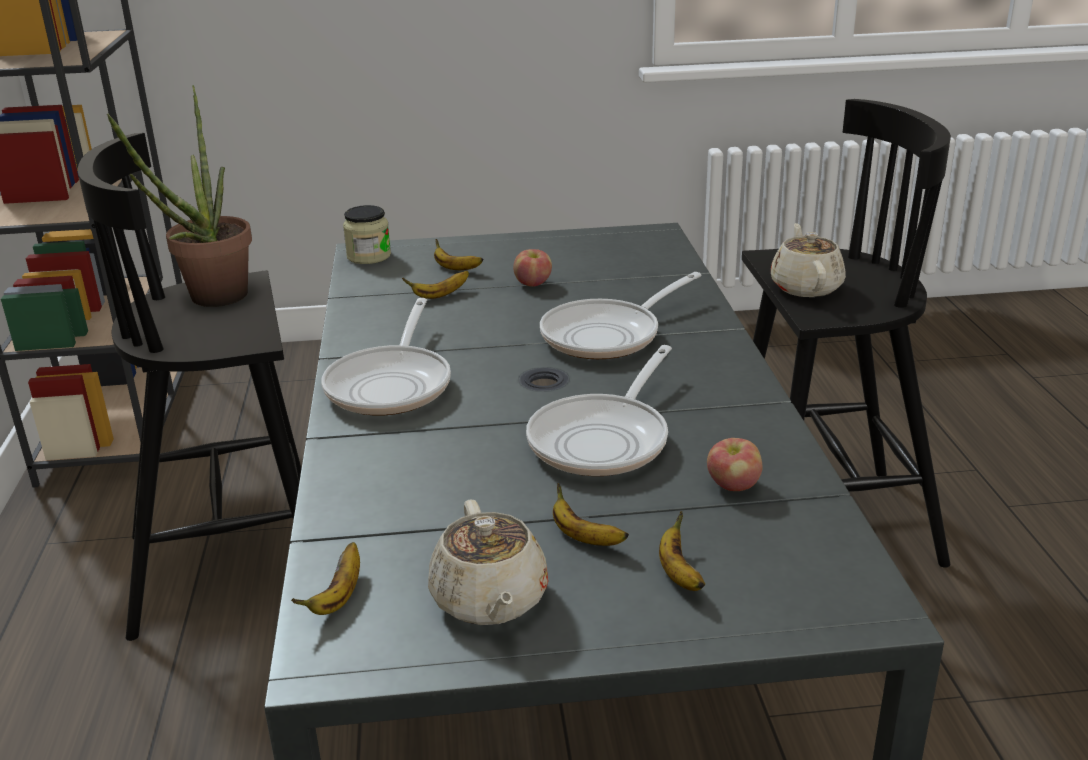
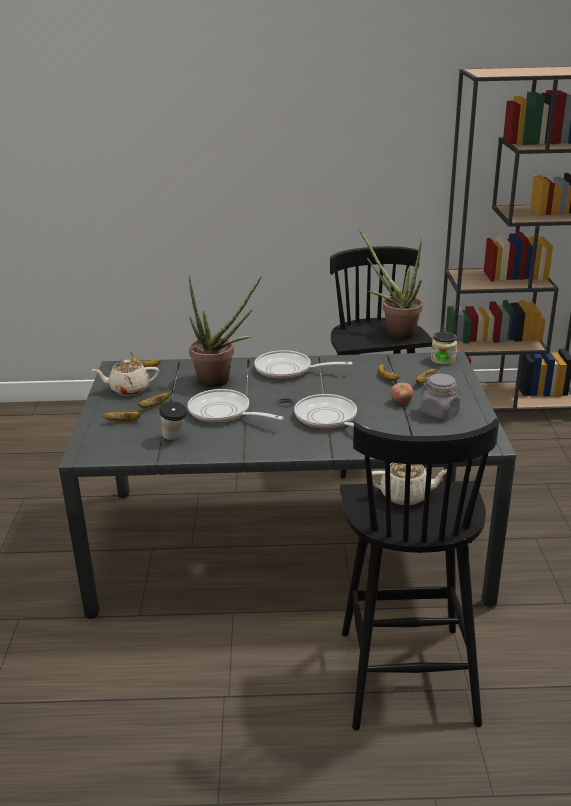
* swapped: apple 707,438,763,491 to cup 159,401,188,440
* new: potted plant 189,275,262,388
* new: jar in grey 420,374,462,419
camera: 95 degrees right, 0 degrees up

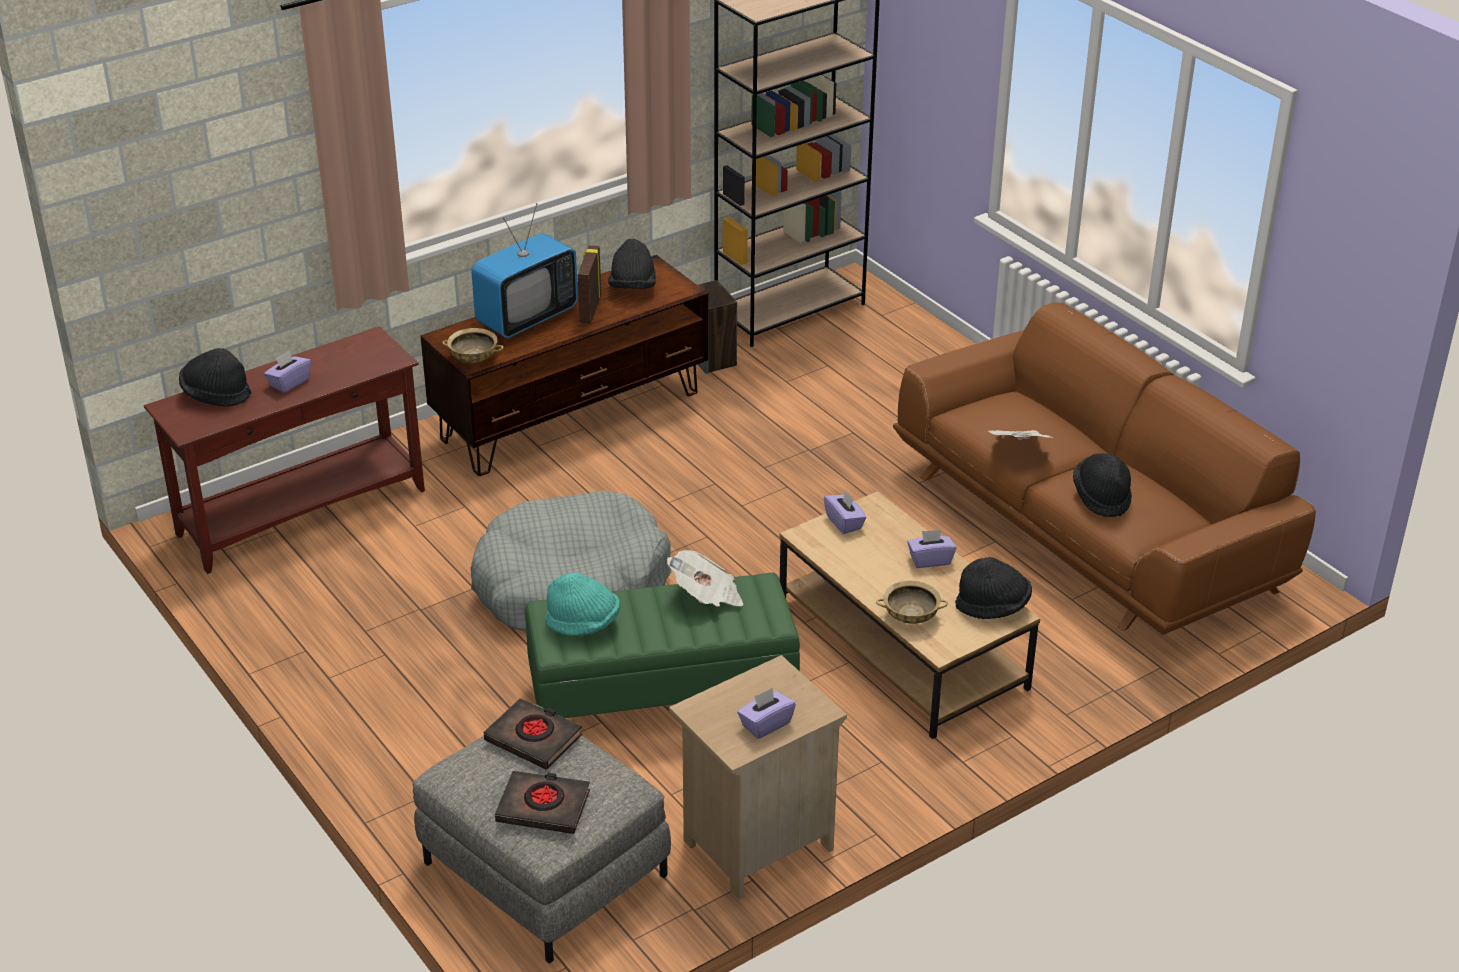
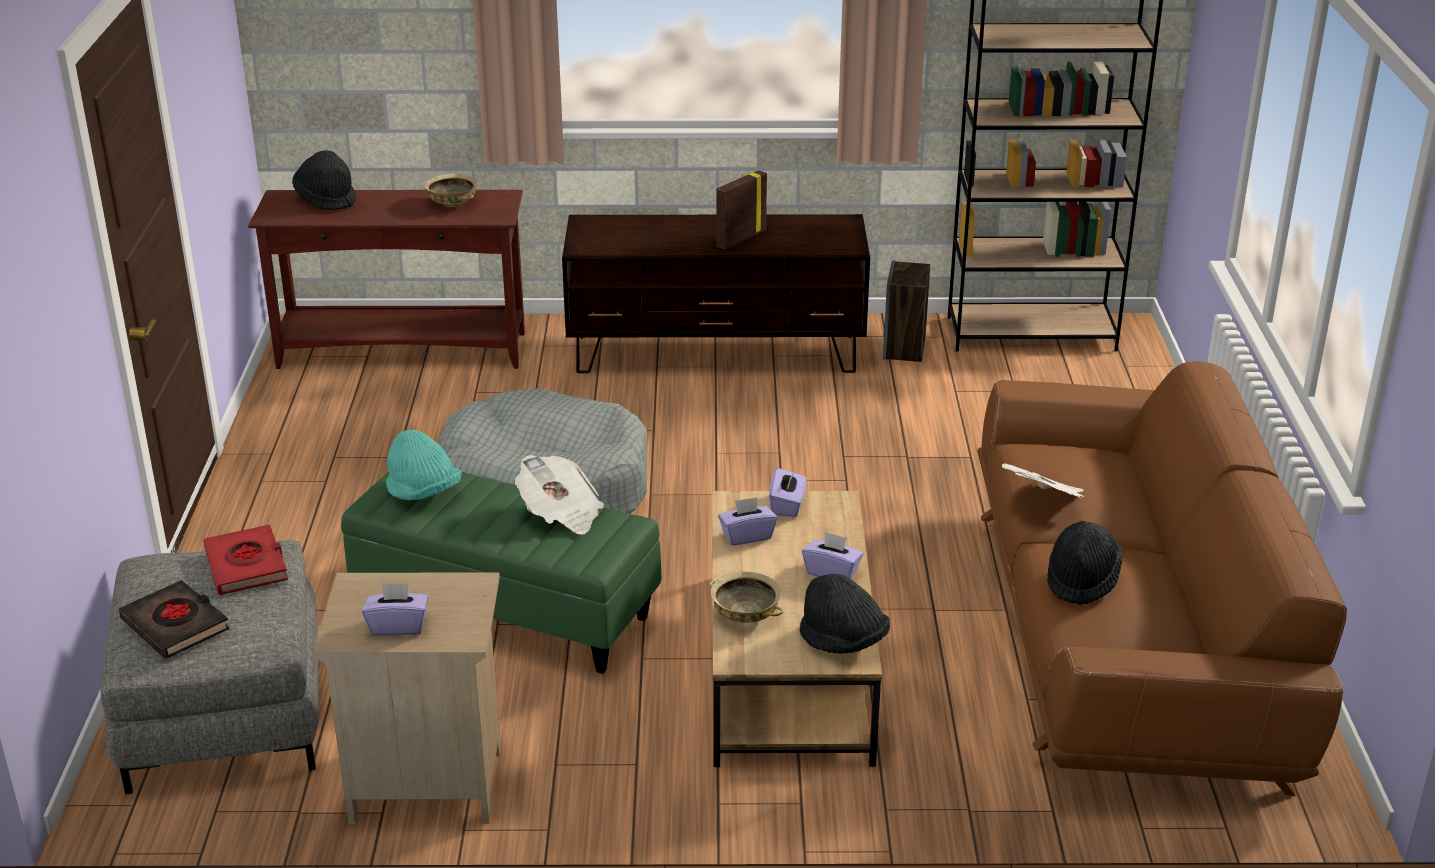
* shifted: tissue box in purple 264,351,311,393 to 718,497,777,546
* shifted: bowl in beige 442,328,504,363 to 424,174,477,207
* gone: television 471,203,578,338
* repainted: book in black 484,699,582,770 to book in red 203,525,288,595
* gone: hat in black 608,238,656,289
camera: 35 degrees right, 5 degrees down

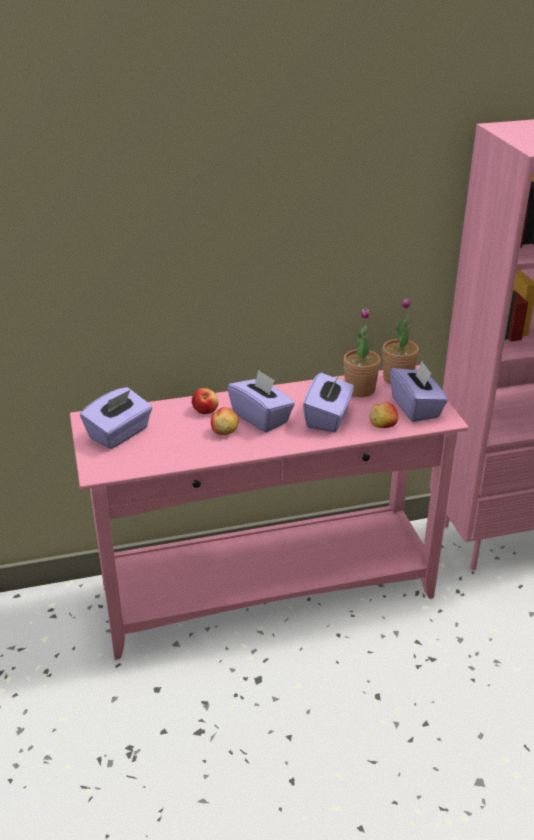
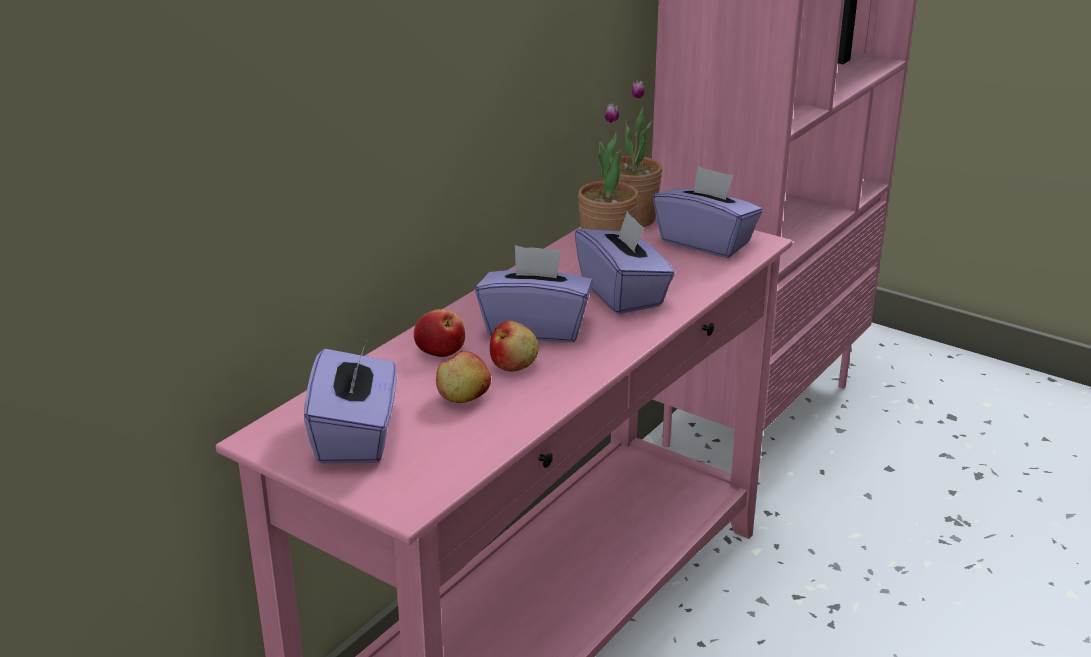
* shifted: apple 370,402,398,428 to 436,351,491,403
camera: 40 degrees left, 5 degrees down

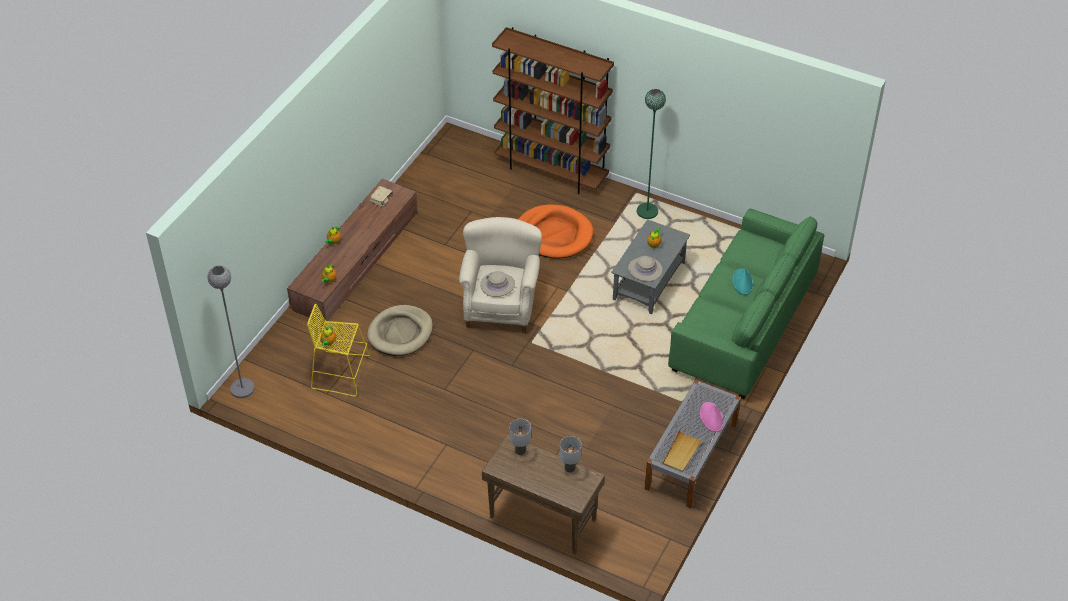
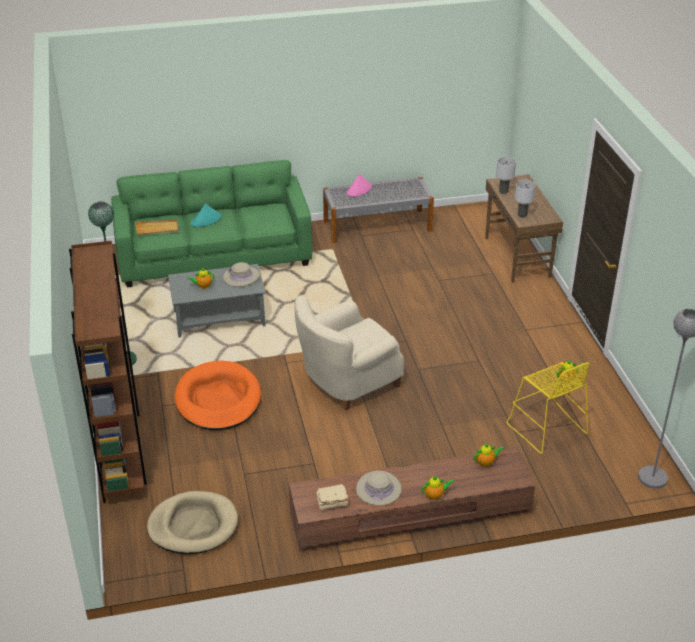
* shifted: dog bed in beige 367,305,433,356 to 147,491,238,554
* shifted: hat in beige 480,271,515,297 to 356,471,402,506
* shifted: tray in beige 663,430,703,472 to 135,219,179,235
camera: 130 degrees left, 10 degrees down

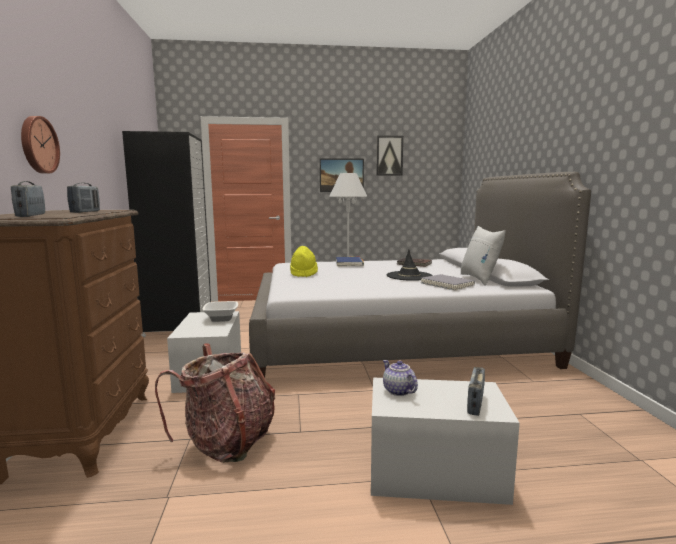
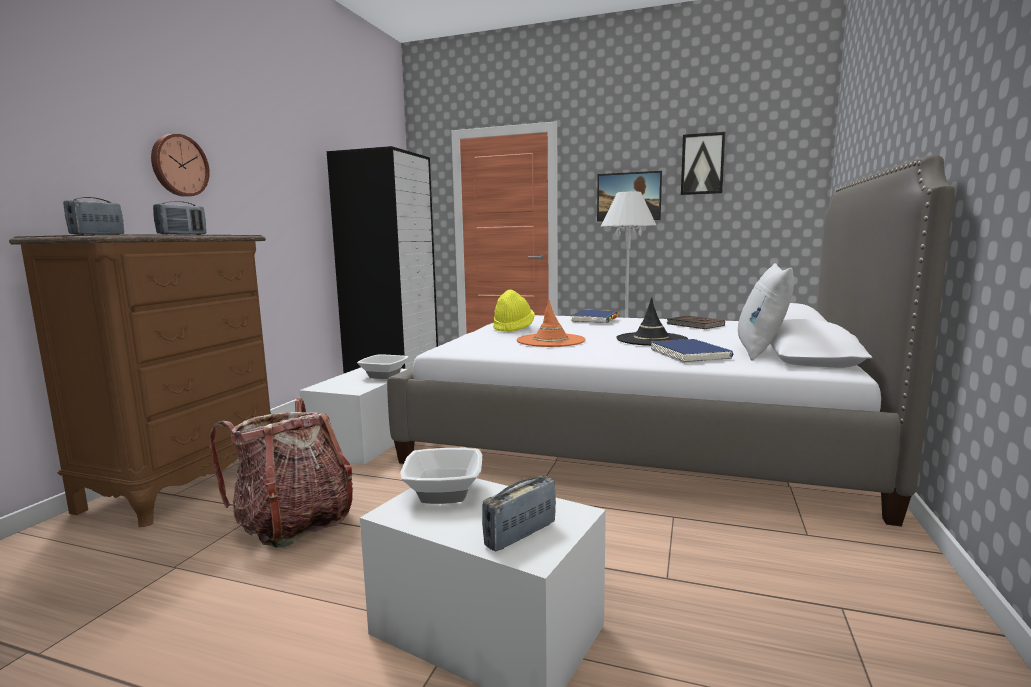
* swapped: teapot 383,360,418,396 to bowl 400,448,482,504
* repainted: book in grey 421,274,475,291 to book in blue 650,339,733,363
* new: hat in orange 517,300,586,347
camera: 25 degrees right, 0 degrees up

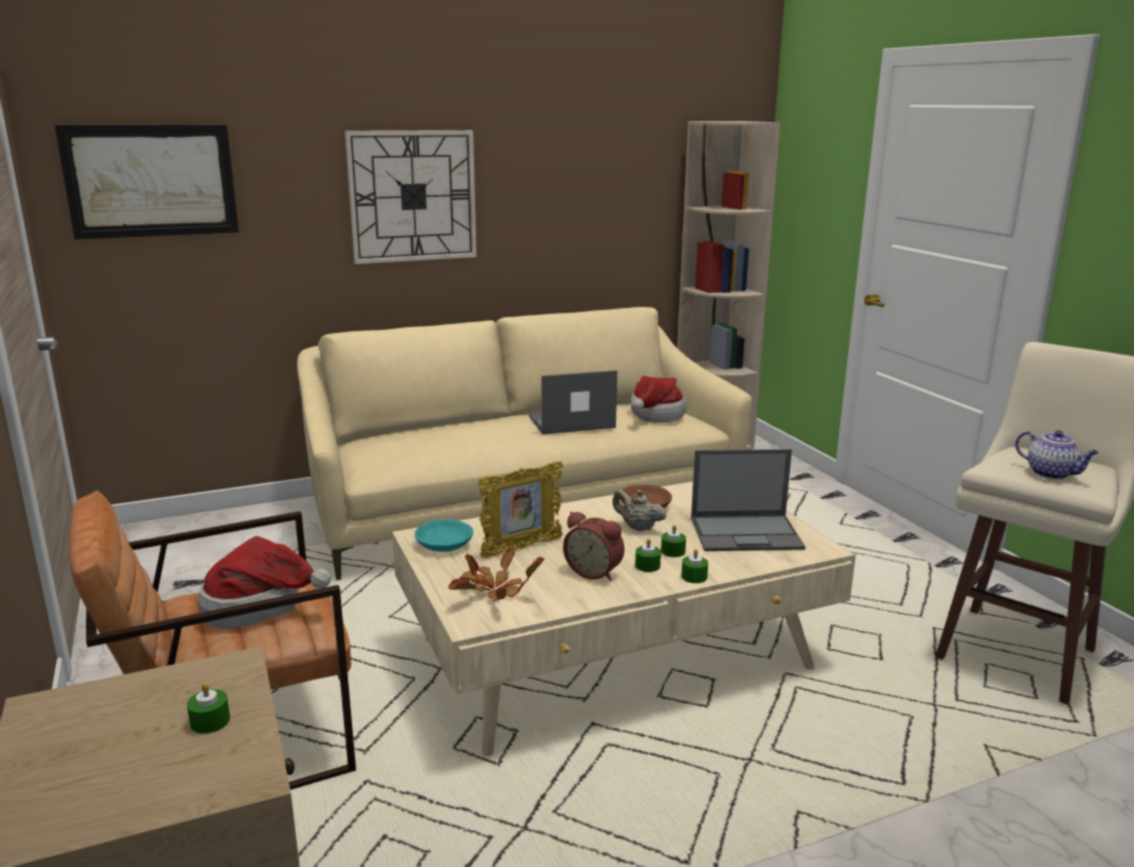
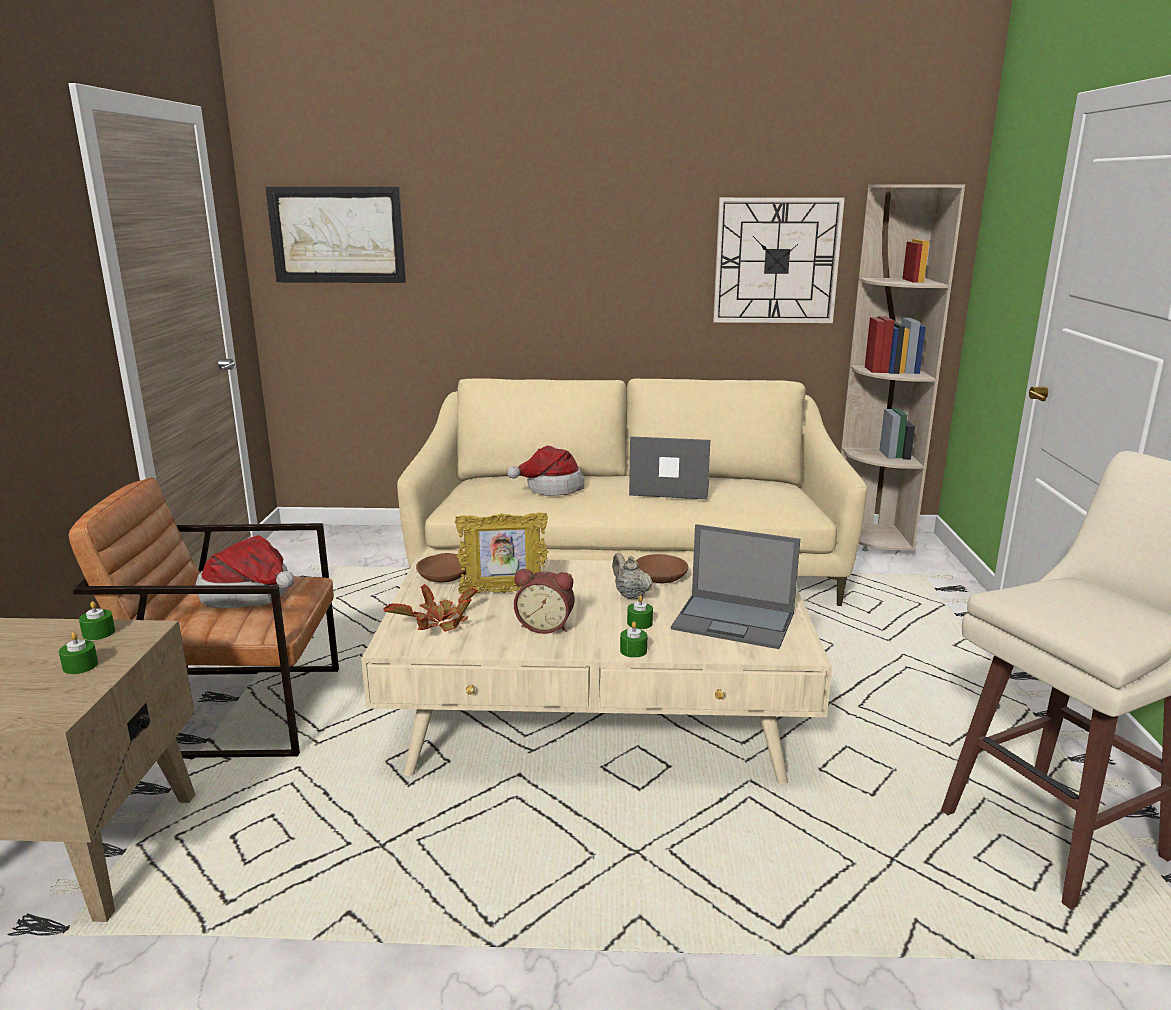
* shifted: wall clock 345,130,477,264 to 713,197,845,323
* repainted: bowl in turquoise 415,519,473,552 to bowl in brown 416,553,466,583
* rotated: alarm clock 563,511,624,581 = 514,569,574,634 45 degrees counterclockwise
* shifted: hat 631,376,686,423 to 507,445,584,496
* shifted: candle in green 635,539,661,572 to 79,601,115,640
* gone: teapot 1015,430,1099,479
camera: 25 degrees right, 0 degrees up

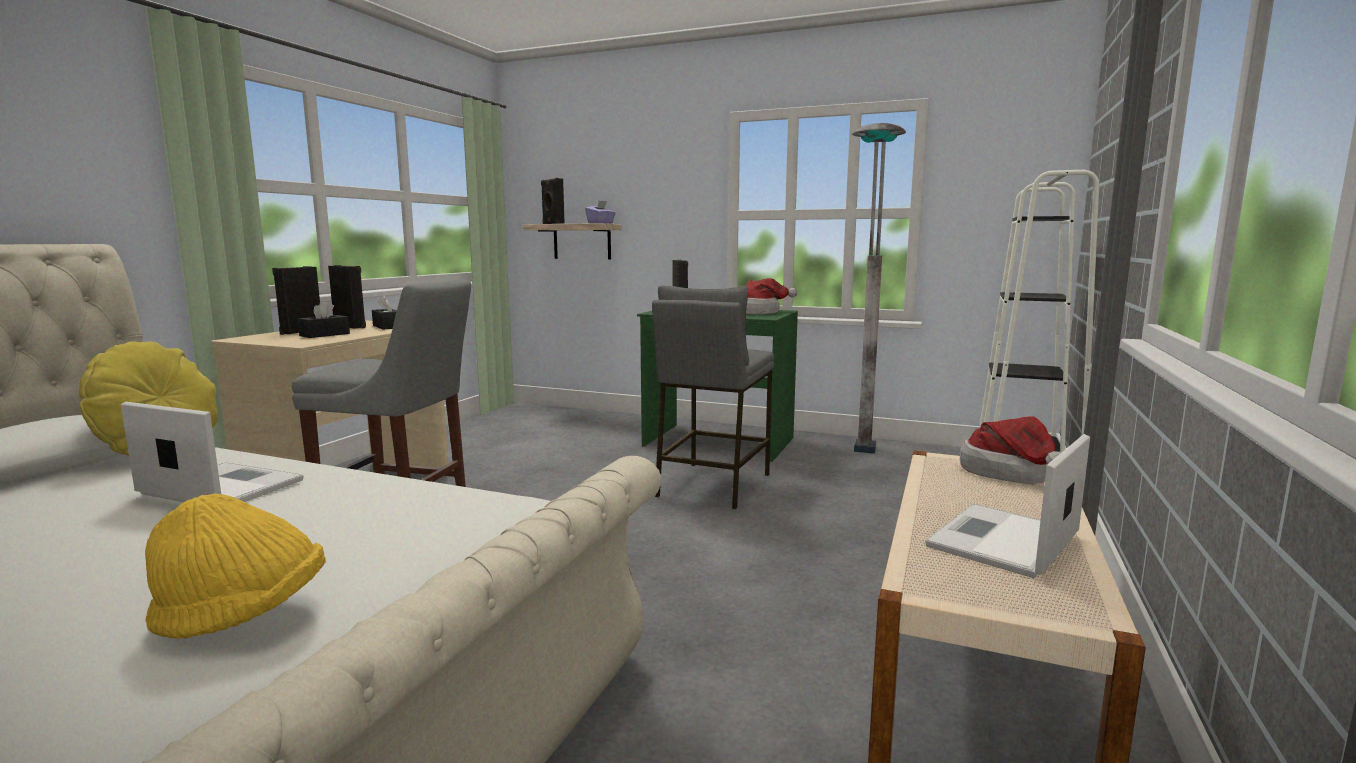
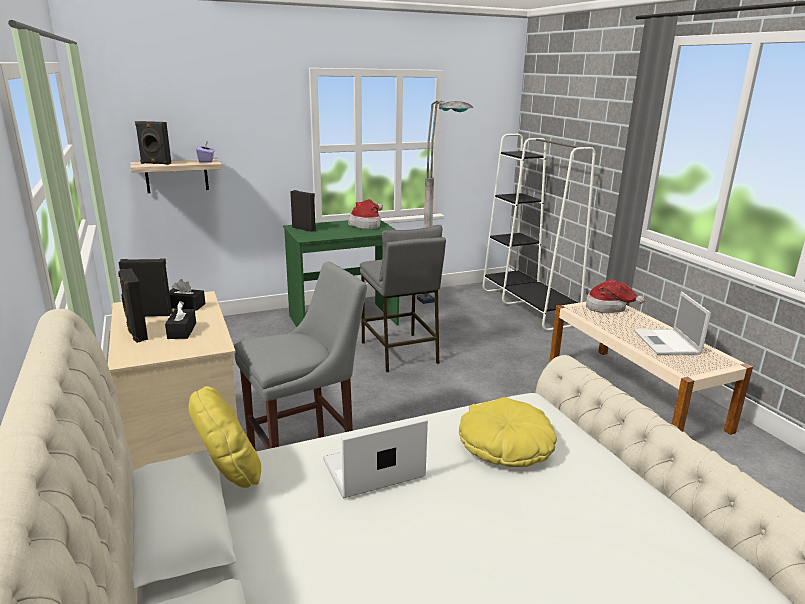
* gone: hat in yellow 145,494,326,639
* new: pillow in yellow 459,397,557,467
camera: 45 degrees left, 10 degrees up

